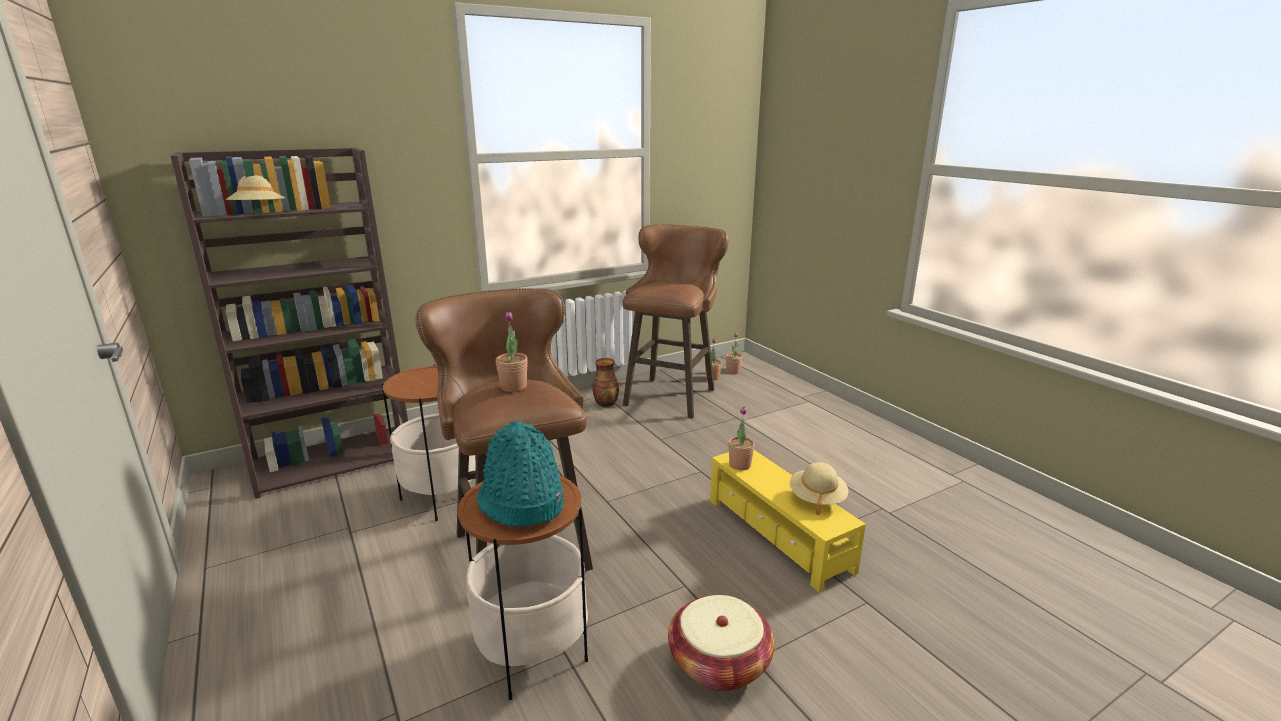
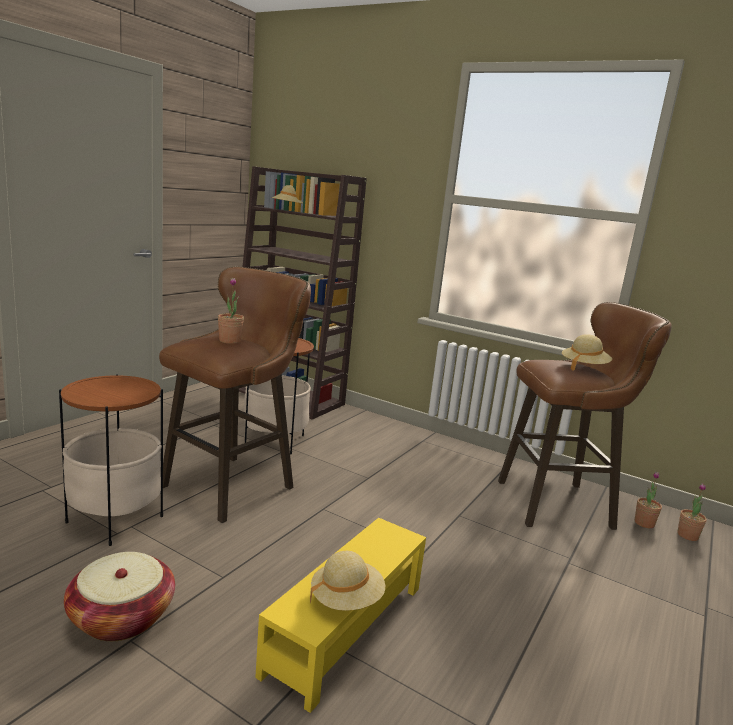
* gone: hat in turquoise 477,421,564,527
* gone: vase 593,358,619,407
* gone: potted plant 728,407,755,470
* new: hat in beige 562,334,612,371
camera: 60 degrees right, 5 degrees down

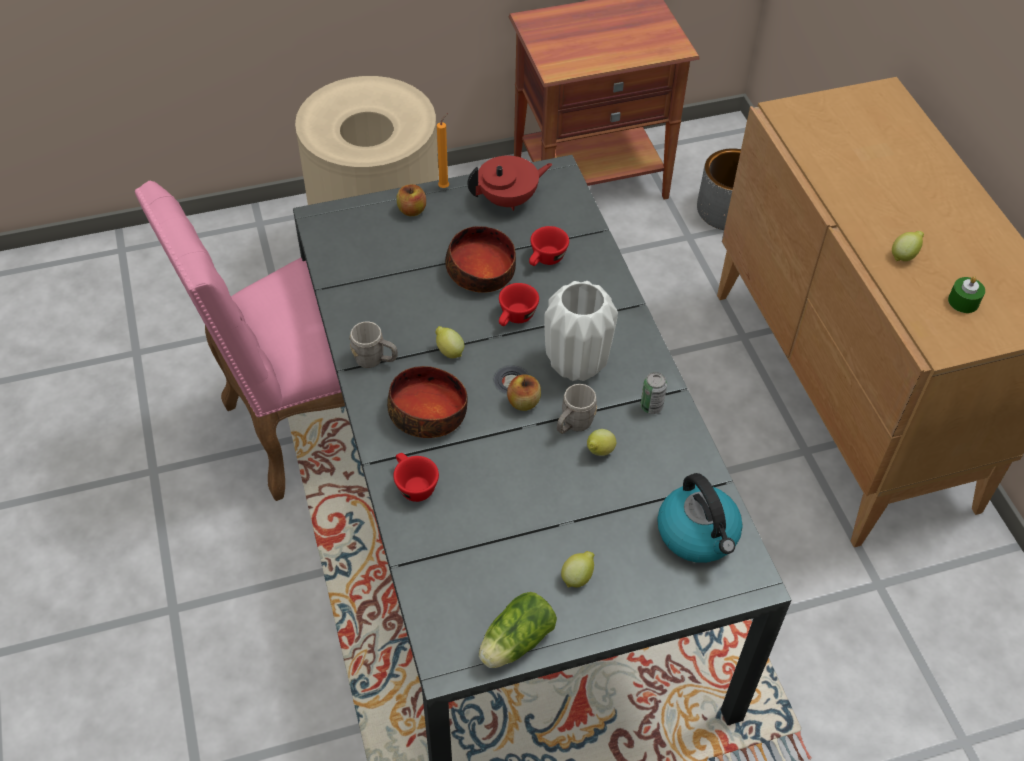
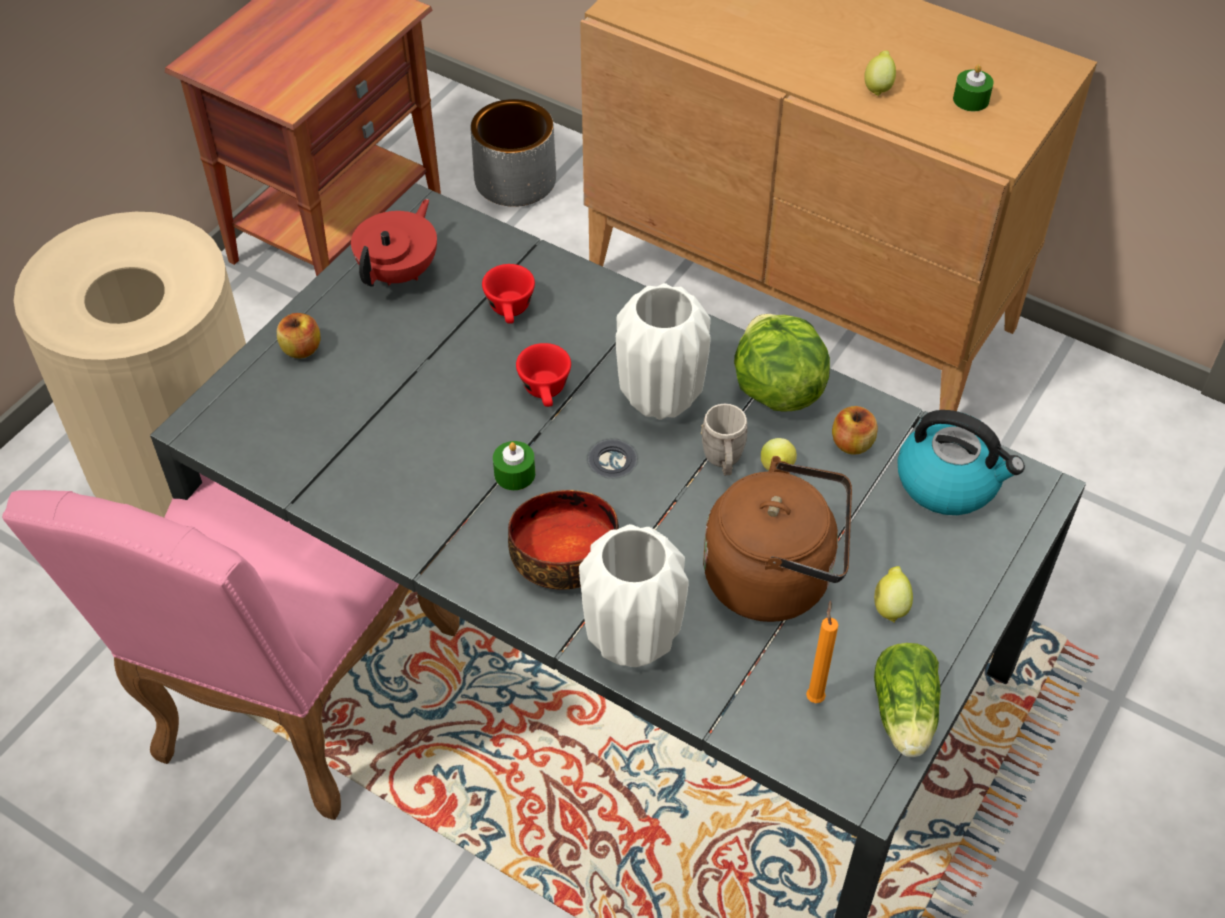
* gone: mug in grey 350,321,398,368
* swapped: cup in red 393,453,439,502 to vase in white 579,524,689,667
* swapped: lemon 435,326,464,358 to candle in green 493,441,535,490
* shifted: candle in orange 437,113,449,188 to 806,600,838,703
* gone: bowl 445,226,516,293
* shifted: apple 507,375,541,411 to 832,406,878,455
* swapped: can 640,372,667,414 to lettuce 734,314,830,412
* new: kettle in brown 703,456,852,622
camera: 40 degrees left, 0 degrees up

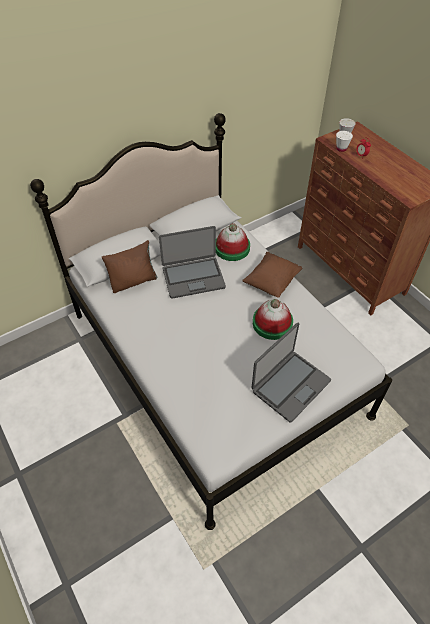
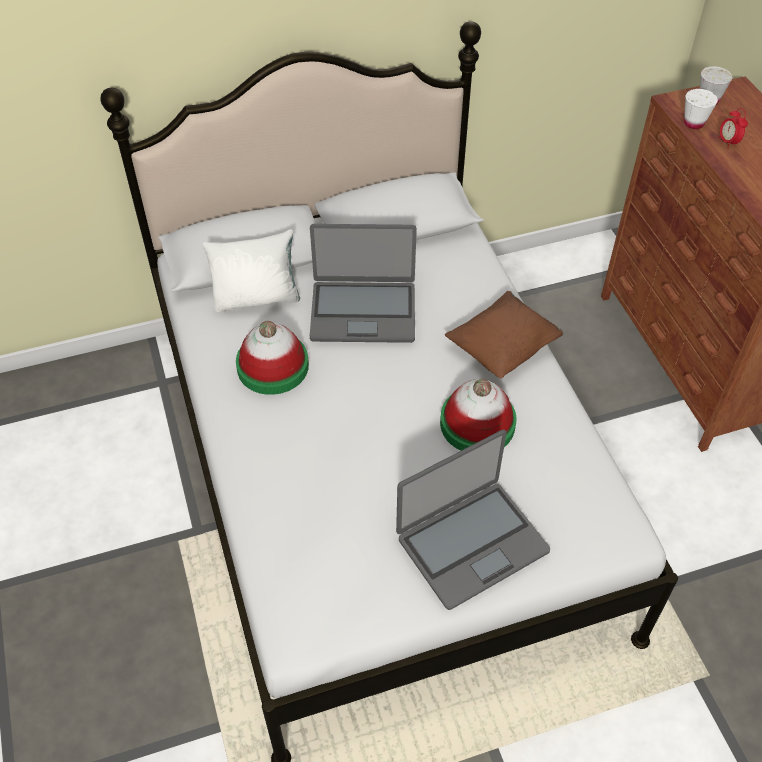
* repainted: pillow in brown 102,240,158,293 to pillow in white 203,229,300,312
* shifted: hat 216,223,250,261 to 236,321,309,395
camera: 15 degrees right, 0 degrees up

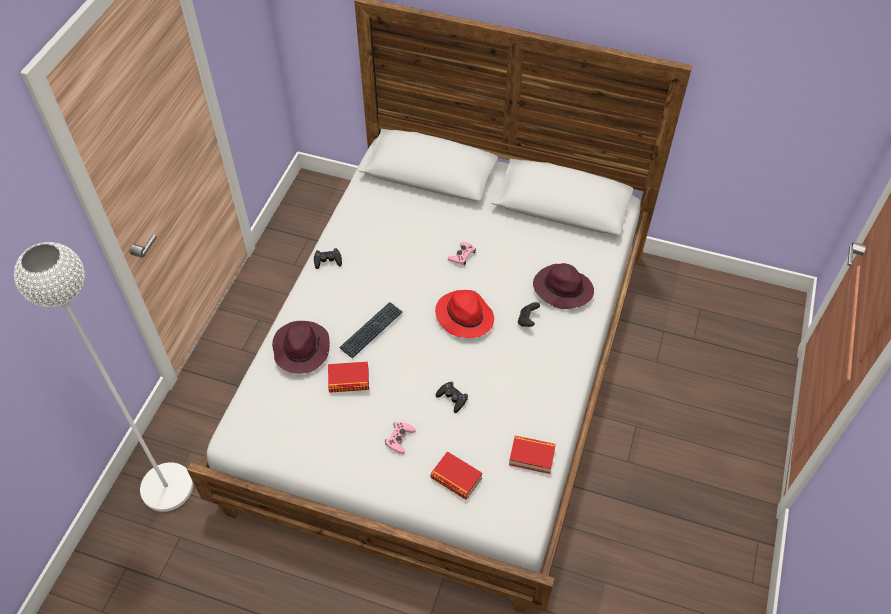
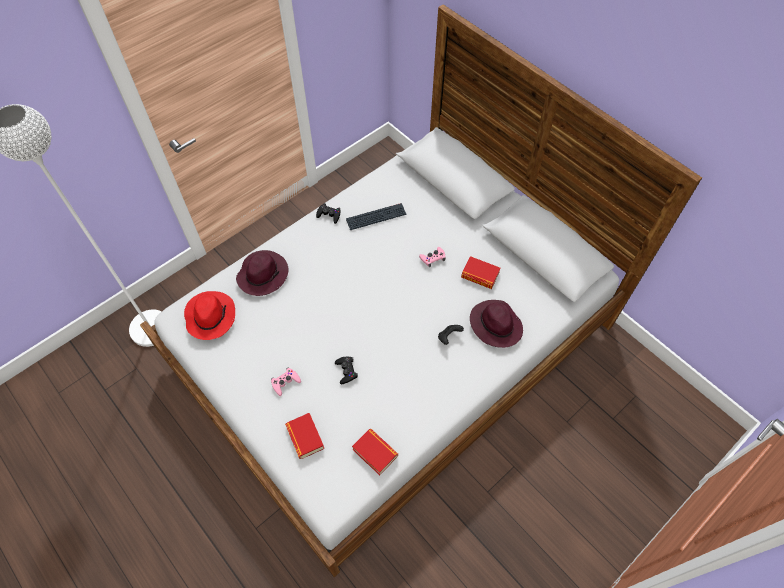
* shifted: book 328,362,369,393 to 461,256,500,289
* shifted: keyboard 340,302,403,358 to 346,203,407,230
* shifted: hat in red 435,290,494,338 to 184,291,235,340
camera: 30 degrees right, 5 degrees up

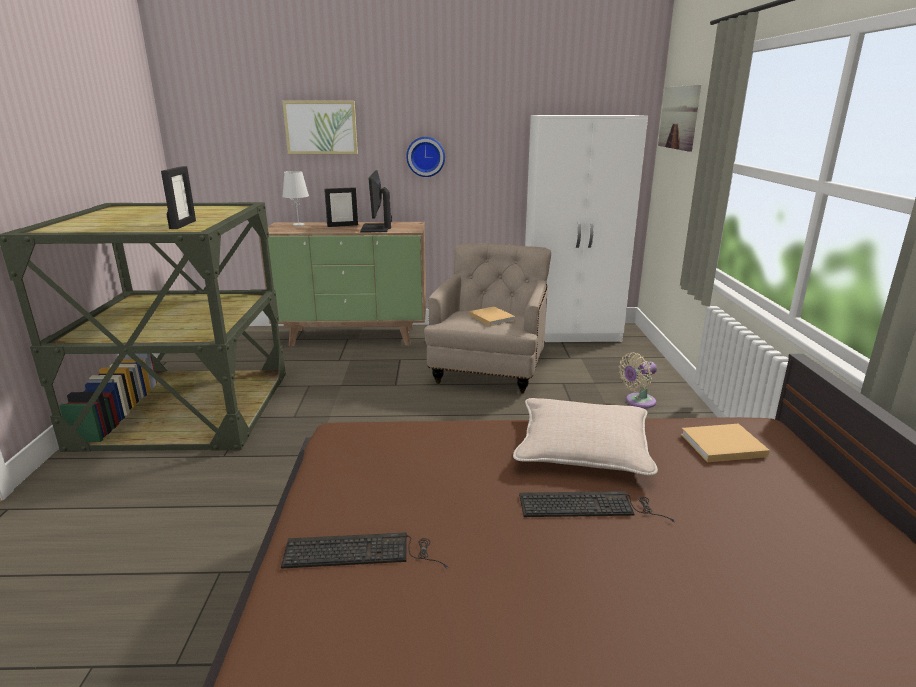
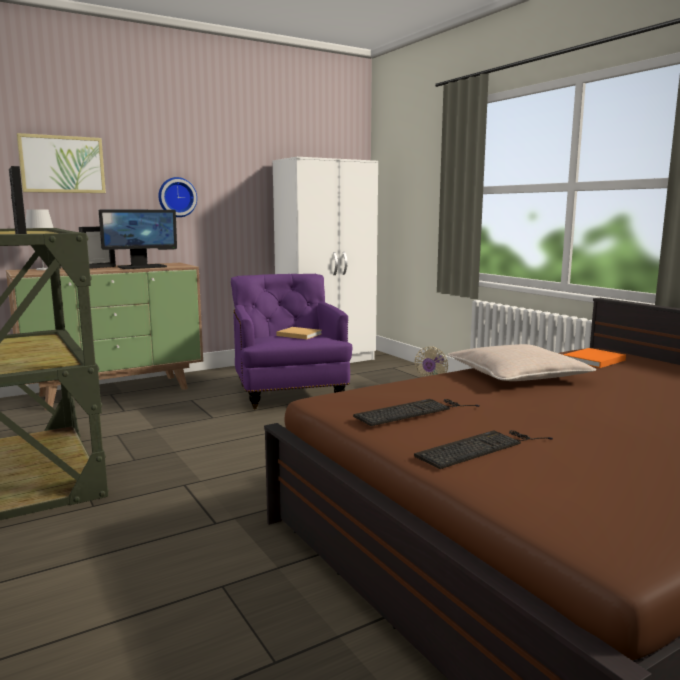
* rotated: monitor 360,170,392,232 = 99,210,177,269 90 degrees counterclockwise
* repainted: armchair in beige 424,243,551,394 to armchair in purple 231,274,352,409
* shifted: keyboard 519,491,675,522 to 353,399,480,426
* gone: picture 658,85,701,152
* repainted: book in beige 681,424,770,462 to book in orange 563,348,626,368
camera: 30 degrees left, 10 degrees down

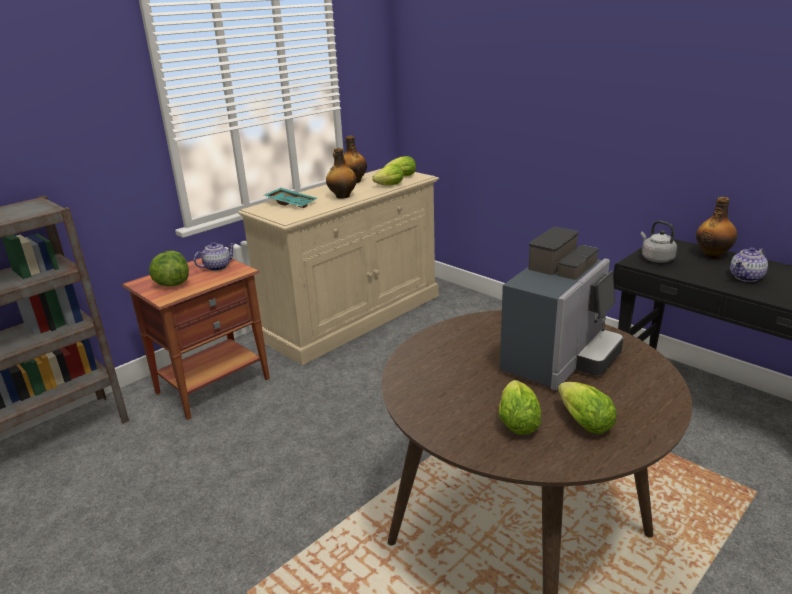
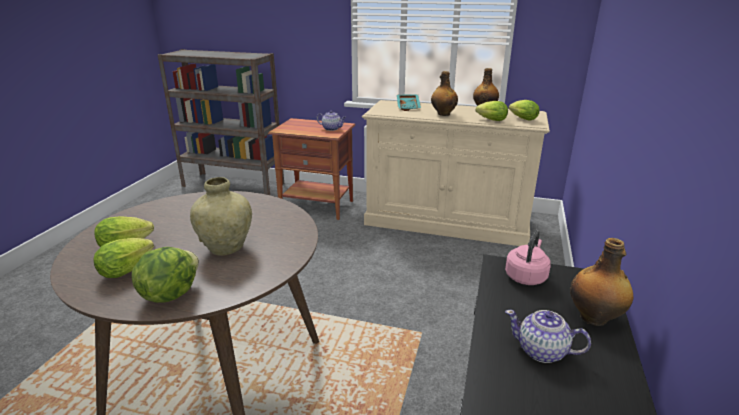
* shifted: lettuce 149,251,189,286 to 132,247,199,303
* swapped: coffee machine 500,227,624,390 to vase in beige 190,177,252,256
* repainted: kettle in grey 640,221,677,263 to kettle in pink 505,230,551,285
camera: 60 degrees right, 0 degrees up

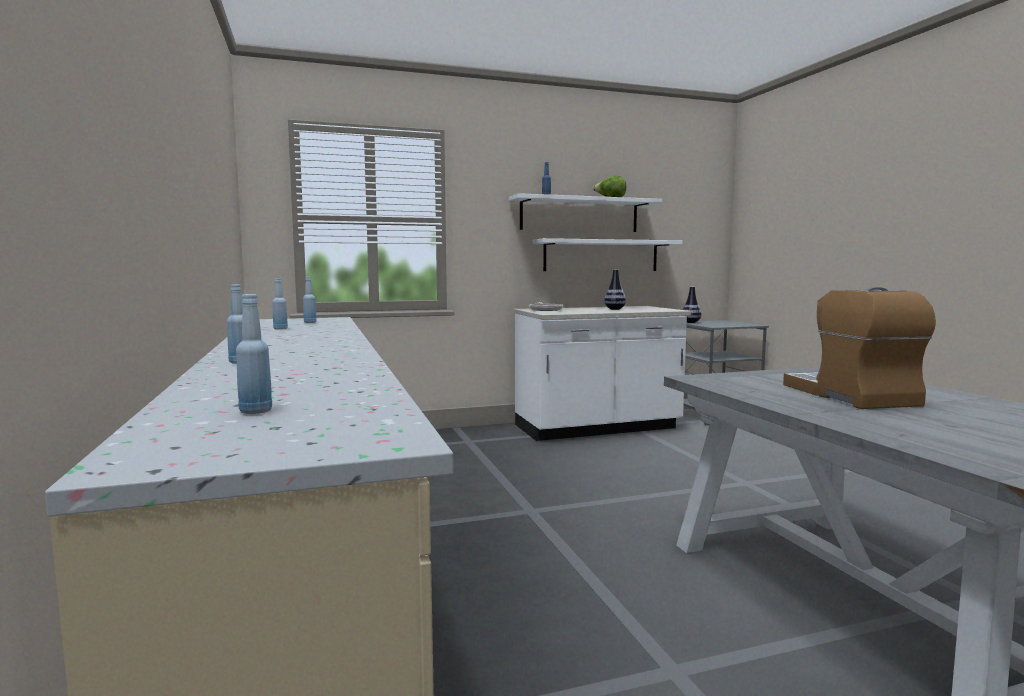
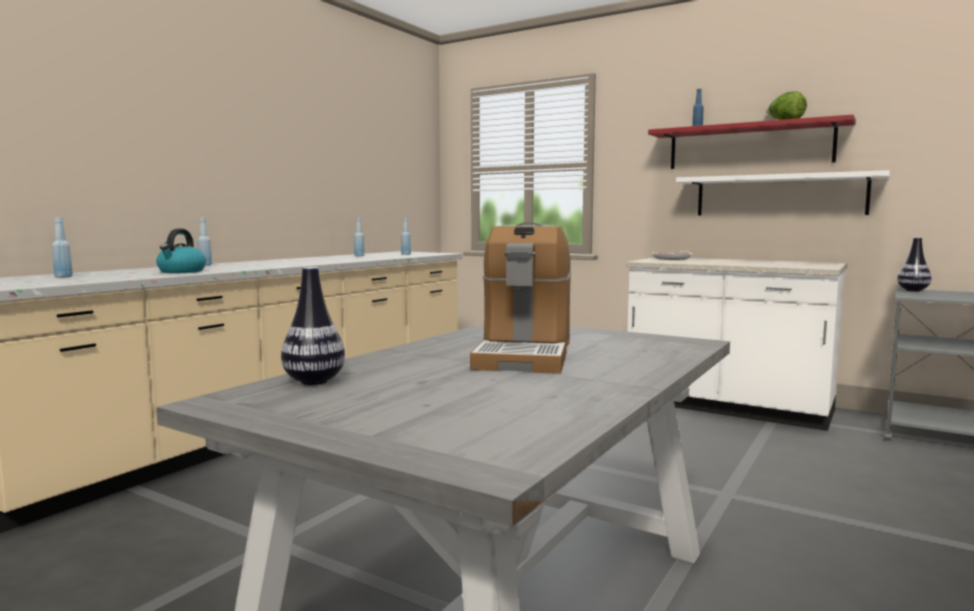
* repainted: shelf in white 509,193,662,232 to shelf in red 648,114,856,169
* shifted: vase 604,270,626,310 to 281,267,345,385
* rotated: coffee machine 783,287,936,409 = 470,222,571,374 150 degrees clockwise
* new: kettle 156,228,206,273
camera: 50 degrees right, 0 degrees up

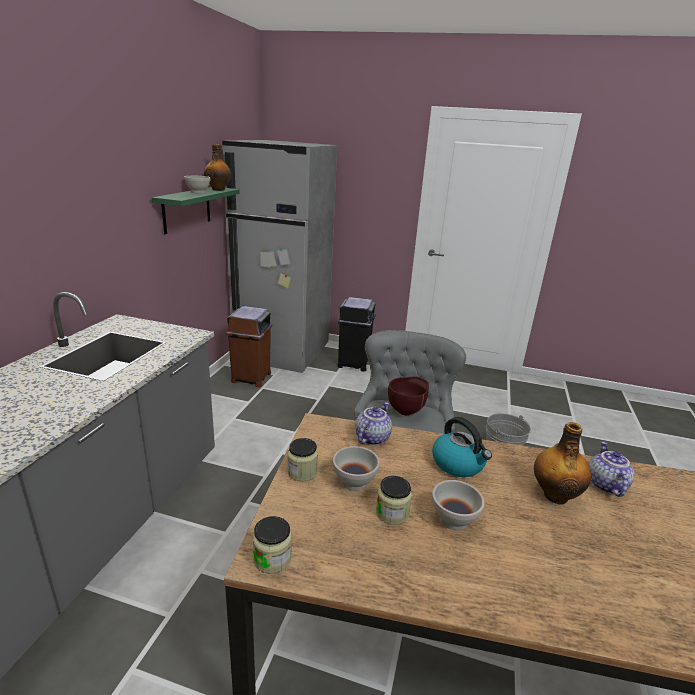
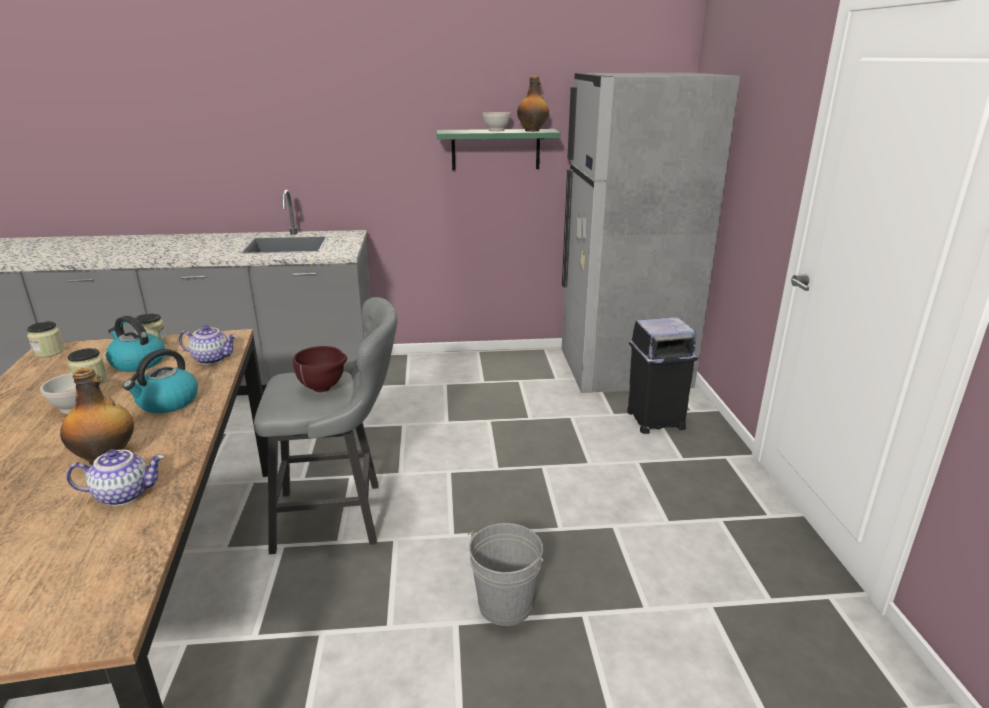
* gone: trash can in brown 226,306,272,387
* swapped: bowl in white 333,446,380,491 to kettle 106,316,165,372
camera: 70 degrees right, 0 degrees up

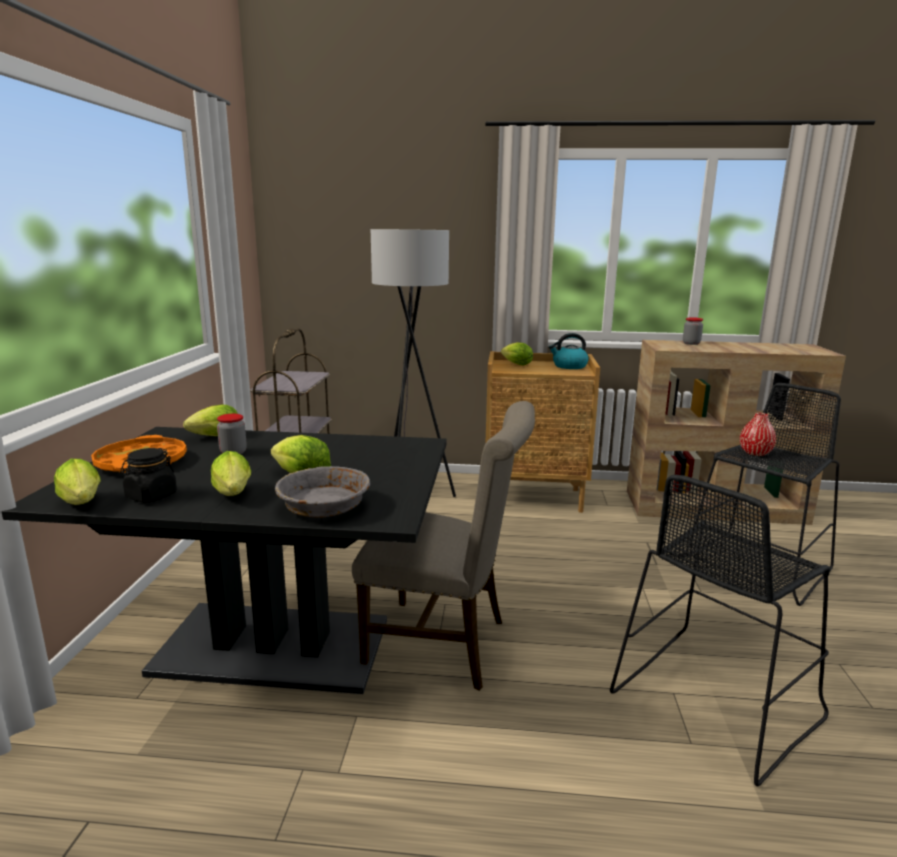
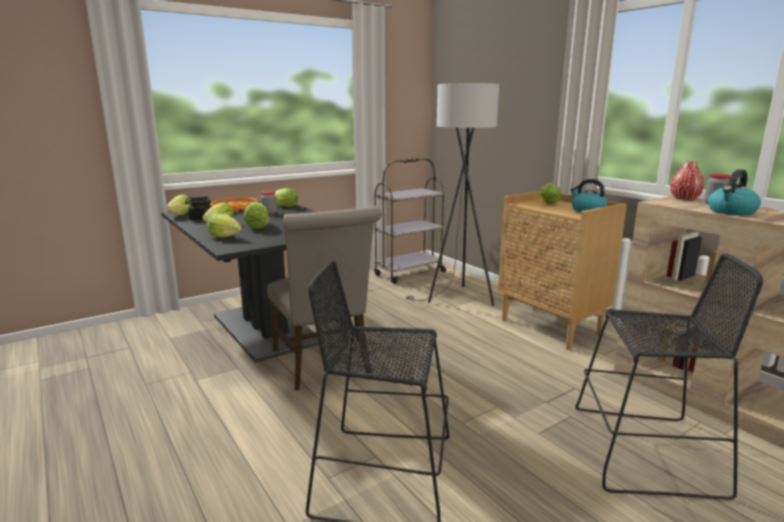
* swapped: bowl in grey 275,466,370,518 to lettuce 207,213,242,238
* shifted: vase in red 740,413,776,456 to 670,161,704,200
* new: kettle 708,169,761,215
camera: 50 degrees right, 0 degrees up

